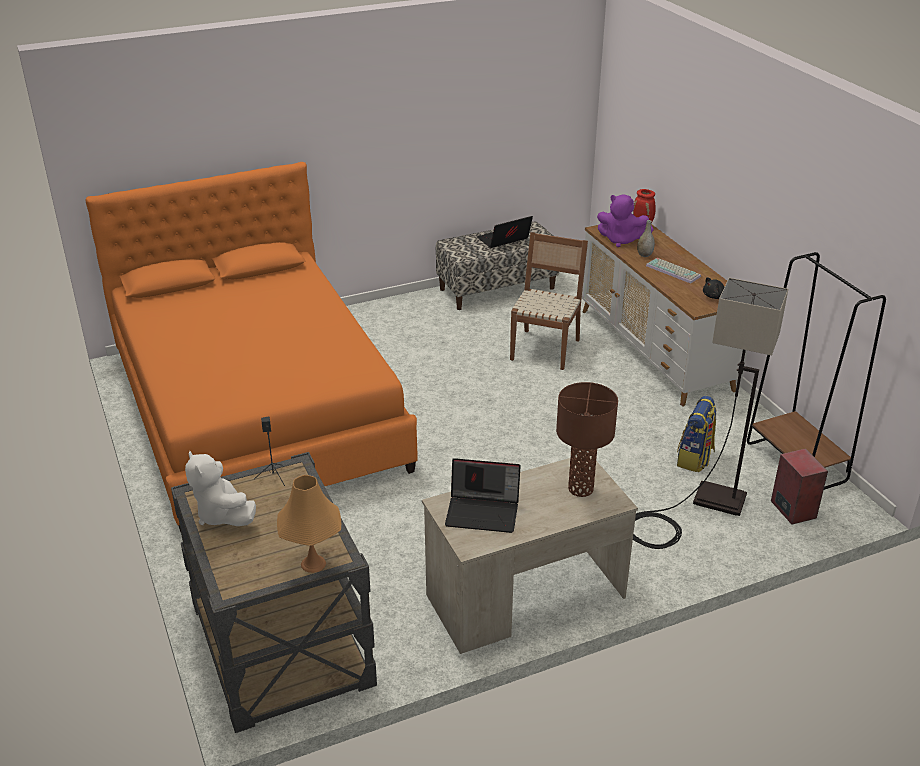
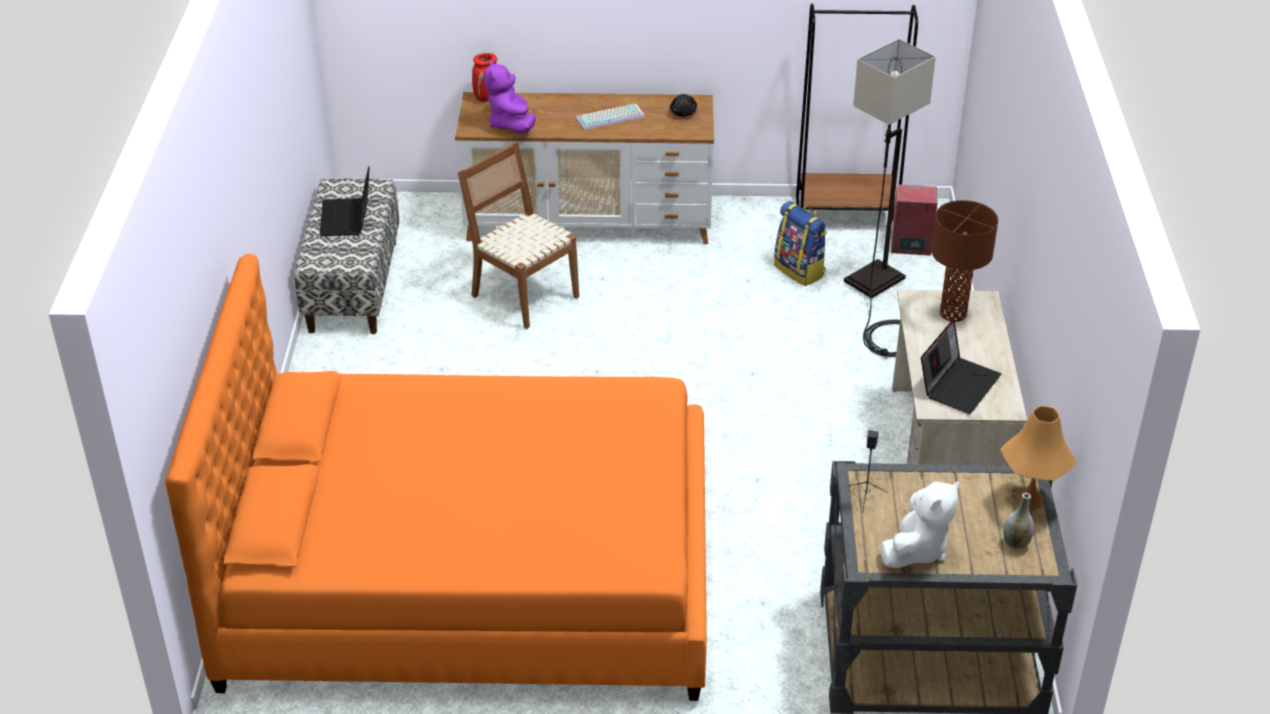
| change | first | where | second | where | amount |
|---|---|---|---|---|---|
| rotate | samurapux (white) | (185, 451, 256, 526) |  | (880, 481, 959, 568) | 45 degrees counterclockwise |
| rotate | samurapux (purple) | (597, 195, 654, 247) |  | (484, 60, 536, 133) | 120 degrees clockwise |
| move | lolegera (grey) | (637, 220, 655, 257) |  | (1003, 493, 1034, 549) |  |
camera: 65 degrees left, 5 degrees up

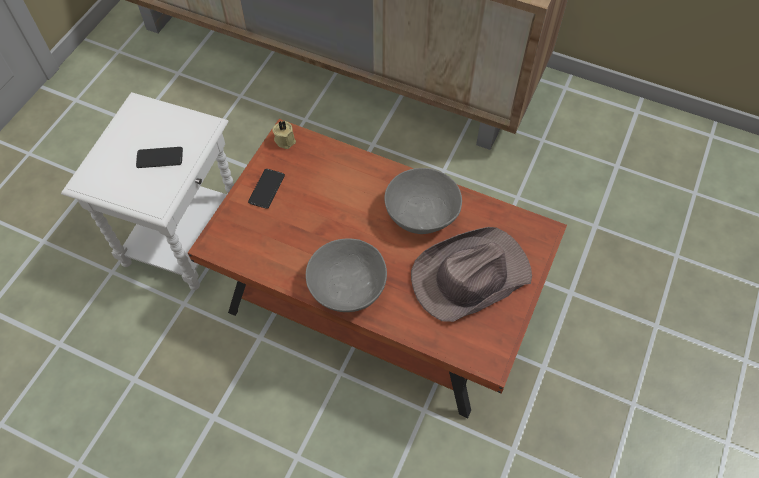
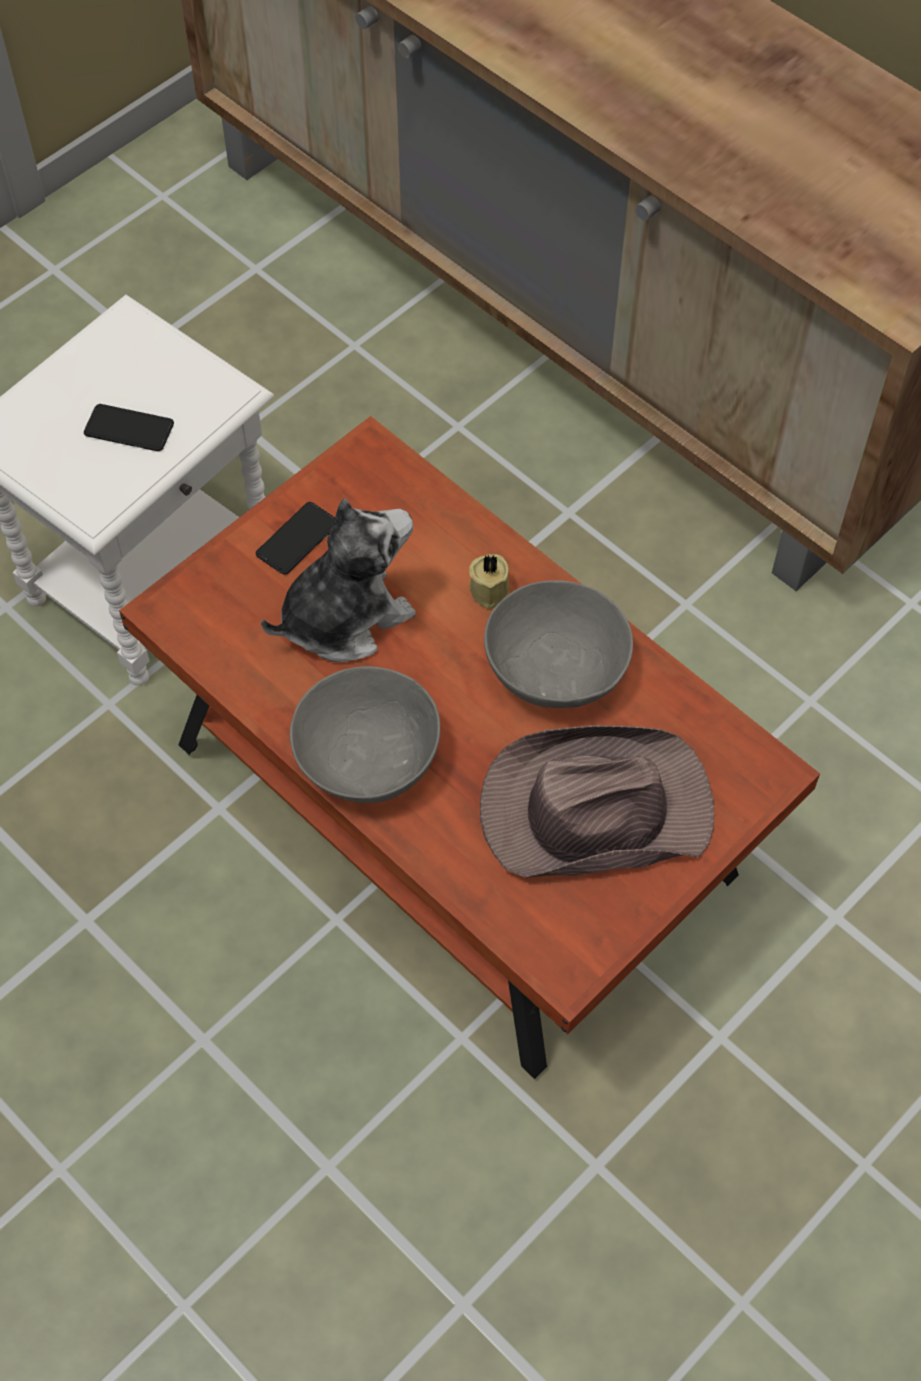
| change | first | where | second | where | amount |
|---|---|---|---|---|---|
| move | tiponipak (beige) | (272, 121, 296, 149) |  | (469, 554, 509, 609) |  |
| insert |  |  | samurapux | (261, 498, 416, 662) |  |
camera: 20 degrees right, 0 degrees up

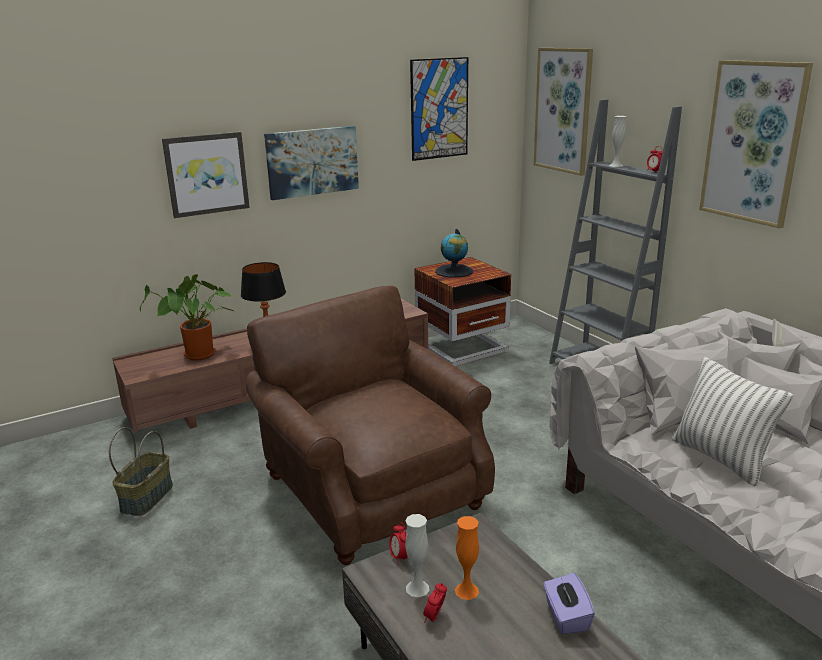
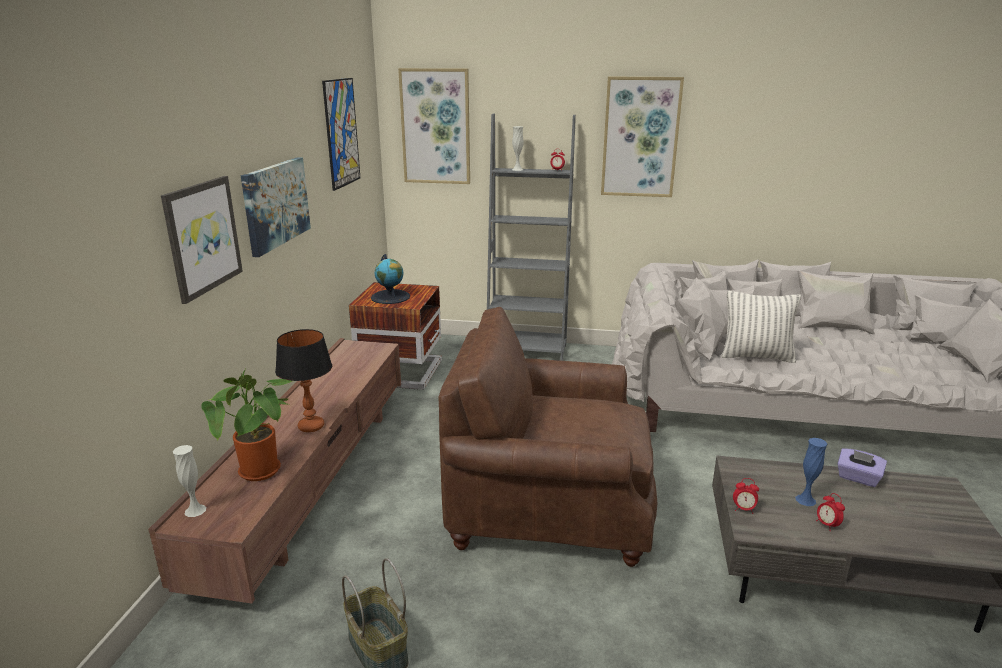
| change | first | where | second | where | amount |
|---|---|---|---|---|---|
| move | lolegera (white) | (405, 514, 429, 597) |  | (173, 445, 206, 517) |  |
| recolor | lolegera (orange) | (455, 516, 479, 600) | lolegera (blue) | (795, 438, 827, 506) |  |
camera: 50 degrees left, 0 degrees up

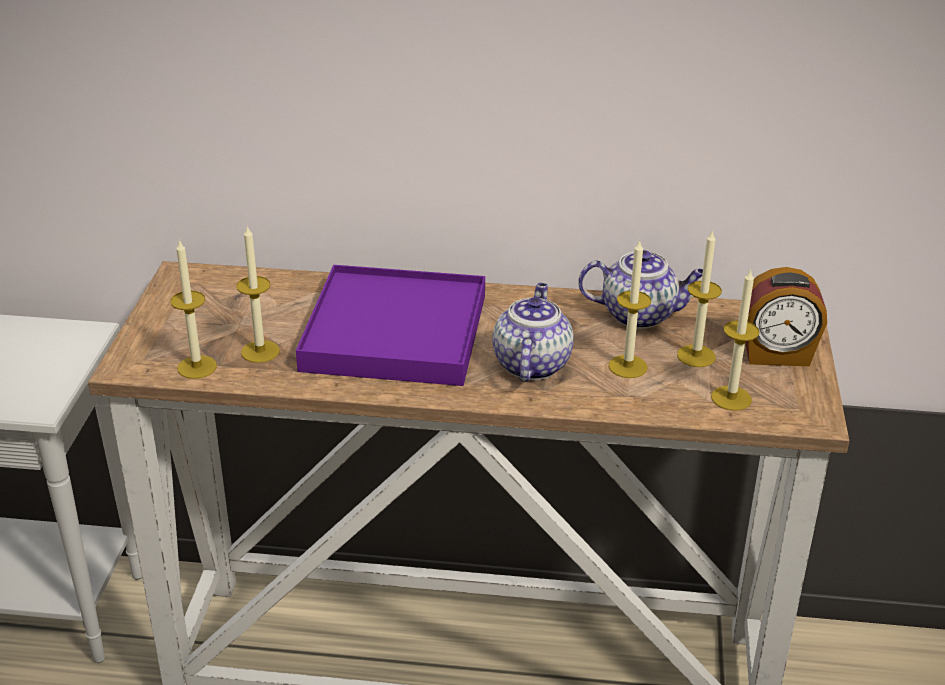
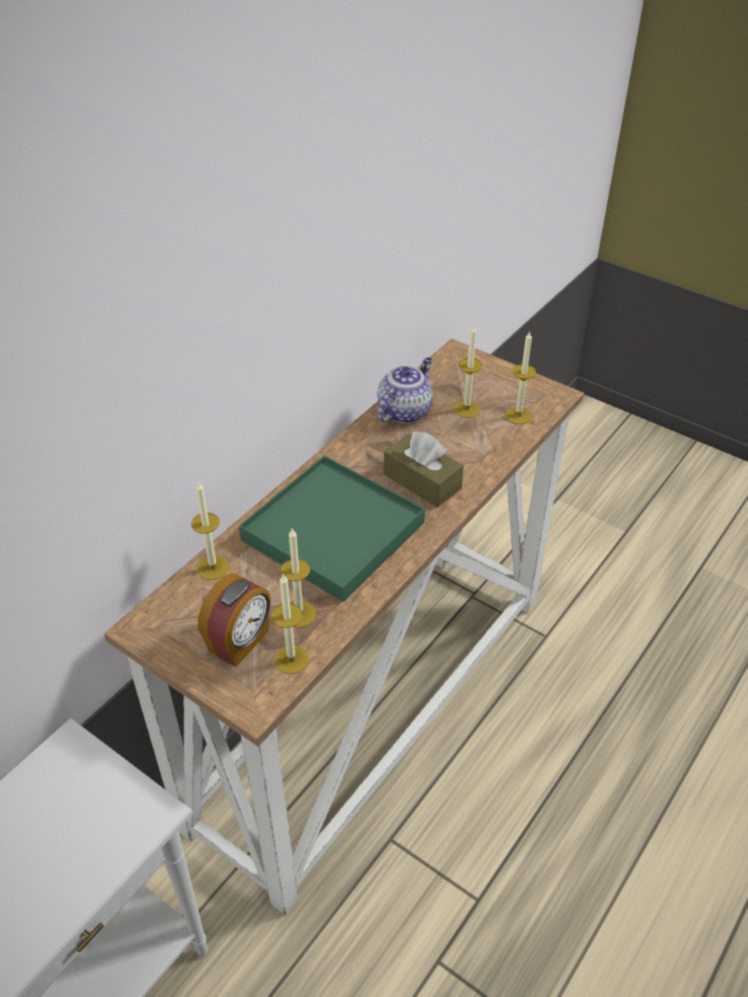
| change | first | where | second | where | amount |
|---|---|---|---|---|---|
| recolor | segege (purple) | (296, 265, 485, 386) | segege (green) | (239, 456, 425, 602) |  |
| replace | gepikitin | (492, 283, 574, 382) | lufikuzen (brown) | (384, 432, 464, 507) |  |
| move | tiponipak | (609, 239, 651, 378) |  | (191, 481, 229, 580) |  |
| move | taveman | (745, 267, 827, 366) |  | (198, 573, 271, 667) |  |
camera: 60 degrees left, 10 degrees up

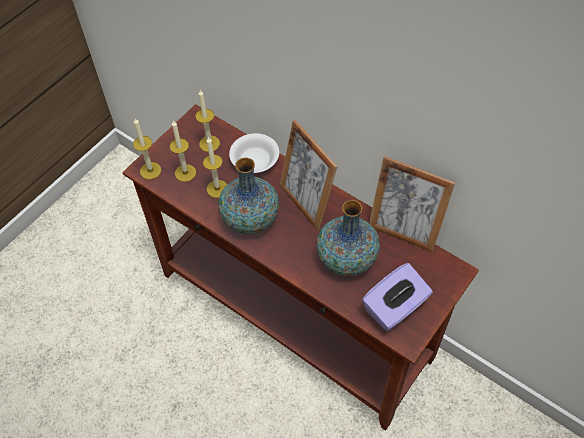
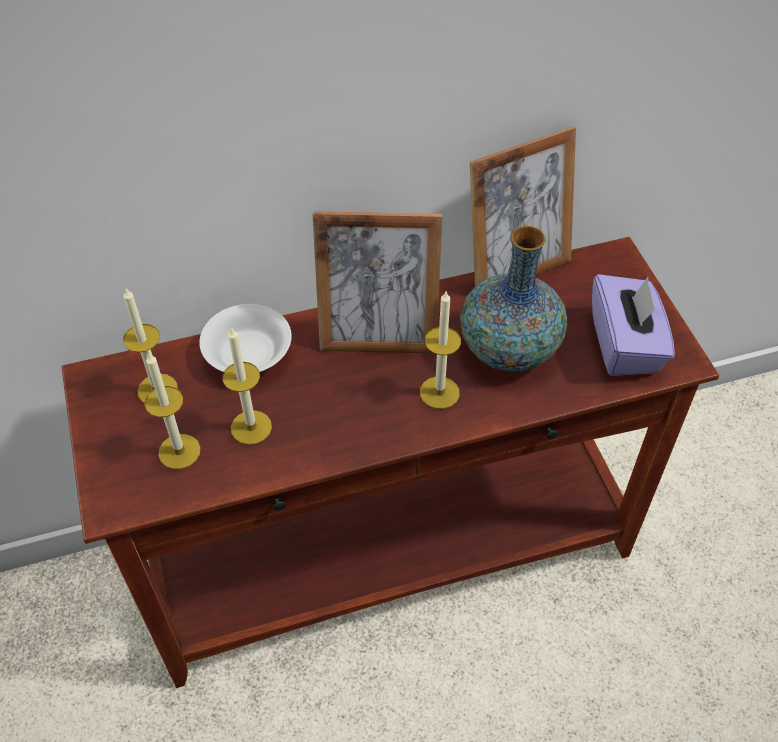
| change | first | where | second | where | amount |
|---|---|---|---|---|---|
| move | tiponipak | (133, 118, 161, 180) |  | (420, 290, 461, 409) |  |
| delete | lolegera | (218, 158, 280, 234) |  |  |  |
camera: 55 degrees left, 5 degrees down

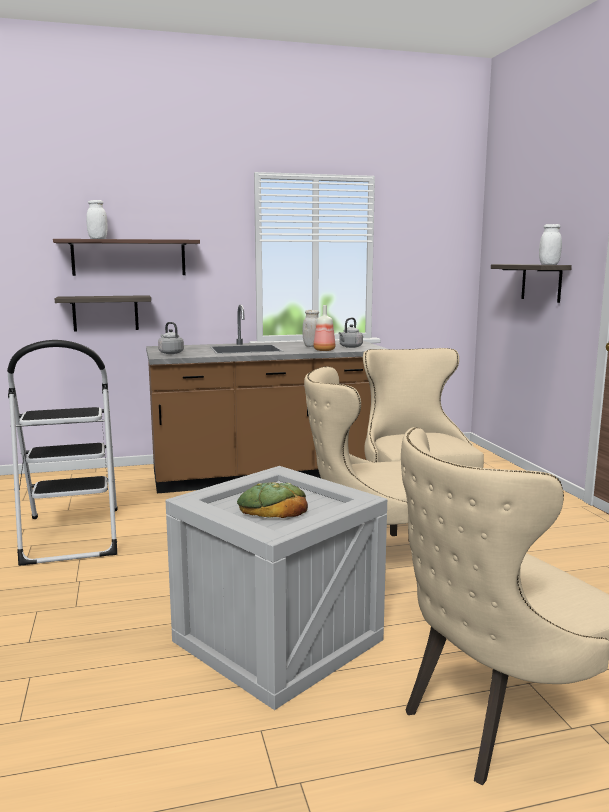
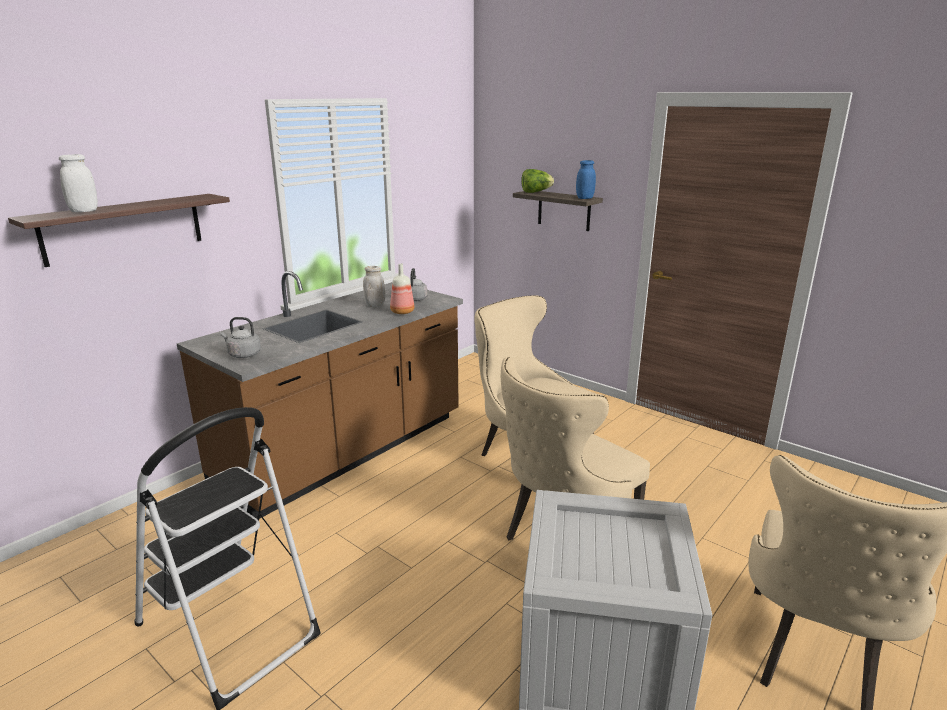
| change | first | where | second | where | amount |
|---|---|---|---|---|---|
| delete | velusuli | (55, 295, 151, 331) |  |  |  |
| delete | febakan | (237, 482, 308, 518) |  |  |  |
| recolor | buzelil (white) | (539, 224, 562, 265) | buzelil (blue) | (576, 160, 596, 199) |  |
| insert |  |  | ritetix | (521, 169, 554, 193) |  |
camera: 35 degrees left, 10 degrees up

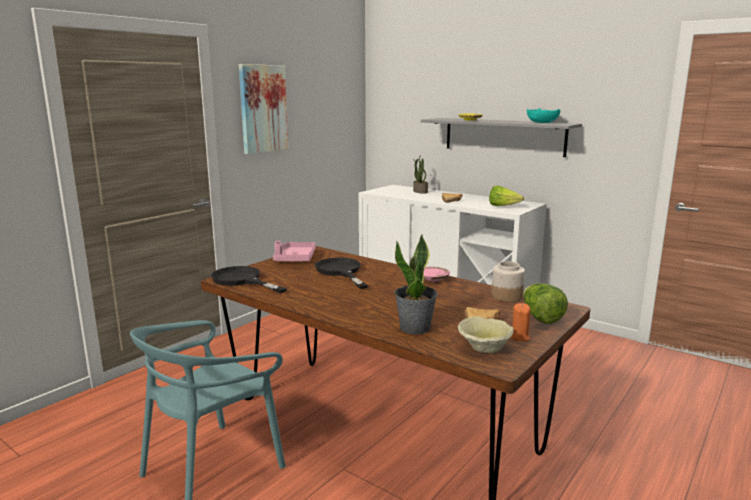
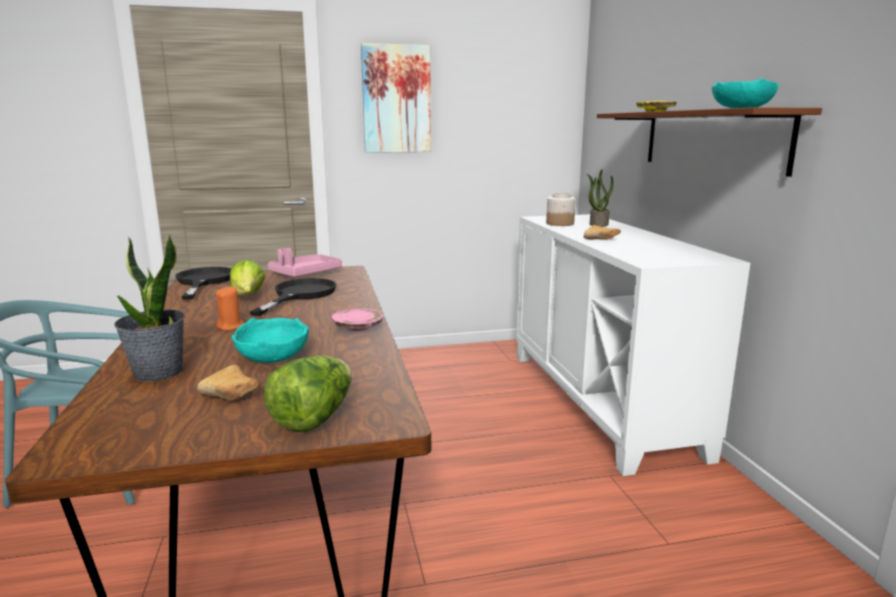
| change | first | where | second | where | amount |
|---|---|---|---|---|---|
| recolor | velusuli (grey) | (421, 118, 582, 157) | velusuli (brown) | (597, 107, 822, 177) |  |
| delete | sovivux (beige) | (458, 317, 514, 353) |  |  |  |
| move | ritetix | (489, 185, 524, 206) |  | (230, 260, 265, 296) |  |
| move | buzelil | (491, 261, 525, 302) |  | (546, 193, 576, 226) |  |
| move | tiponipak (orange) | (510, 303, 530, 341) |  | (216, 286, 244, 330) |  |
| insert |  |  | sovivux (turquoise) | (232, 318, 309, 363) |  |
camera: 40 degrees right, 0 degrees up

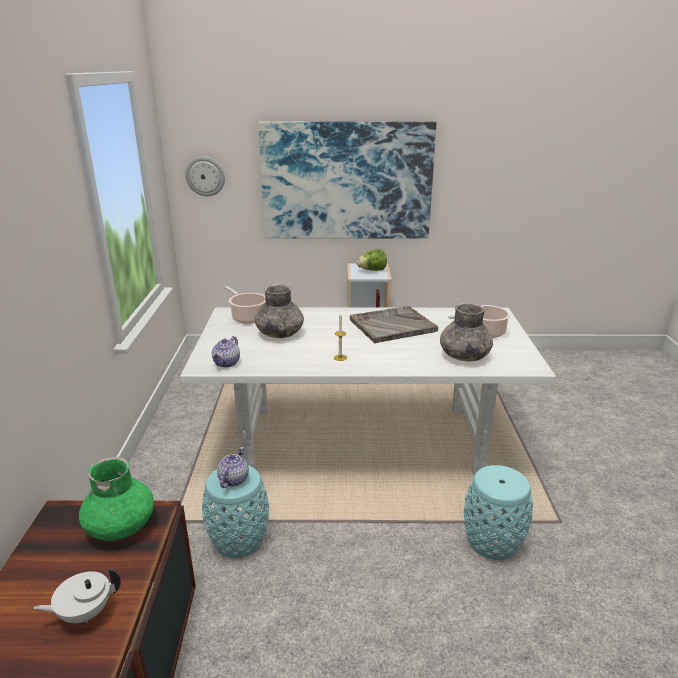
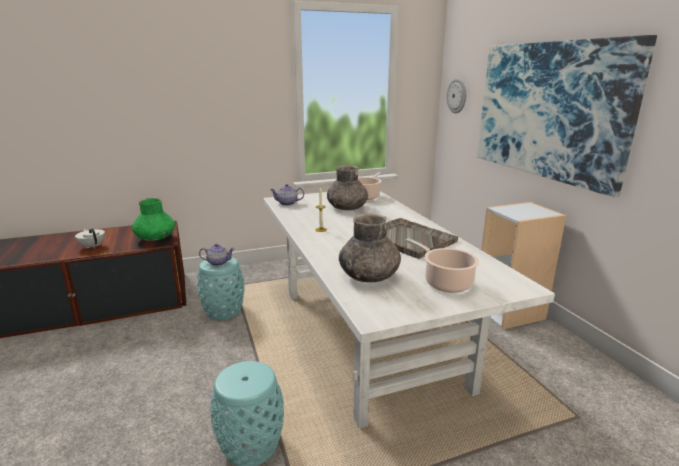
| change | first | where | second | where | amount |
|---|---|---|---|---|---|
| delete | ritetix | (356, 249, 387, 271) |  |  |  |
camera: 70 degrees right, 5 degrees down

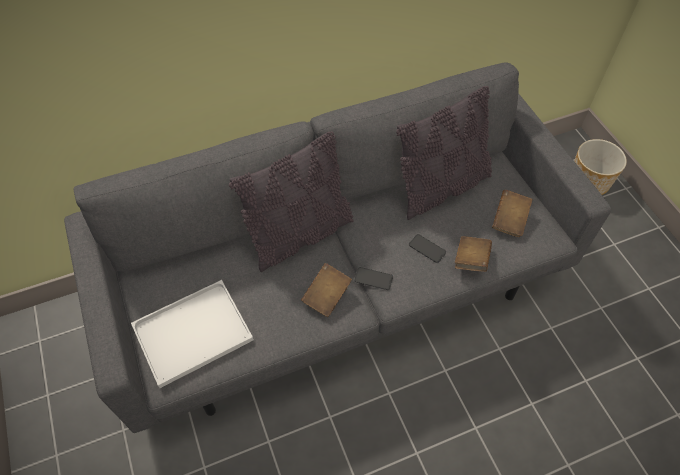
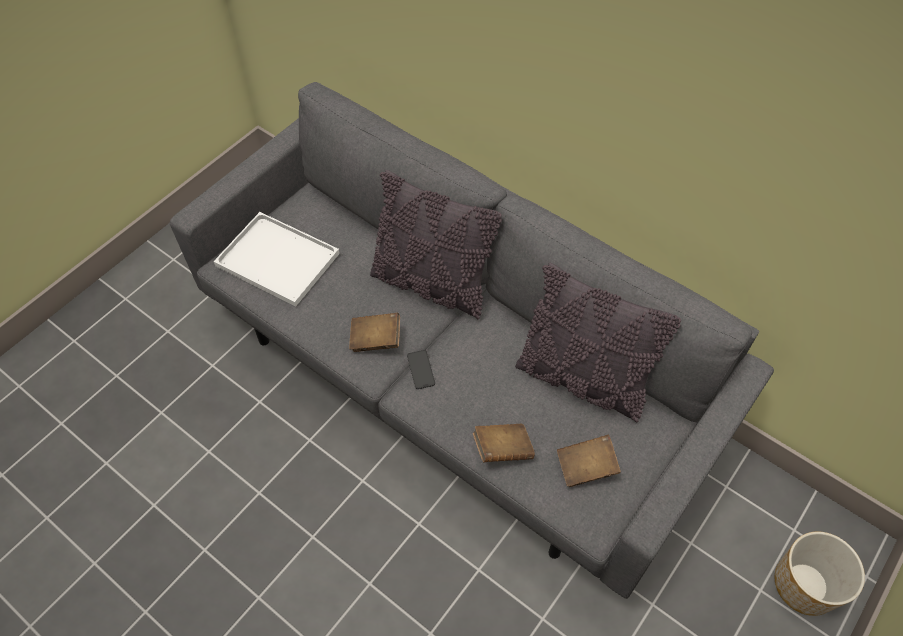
| change | first | where | second | where | amount |
|---|---|---|---|---|---|
| delete | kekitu | (409, 234, 446, 263) |  |  |  |
camera: 60 degrees right, 0 degrees up

